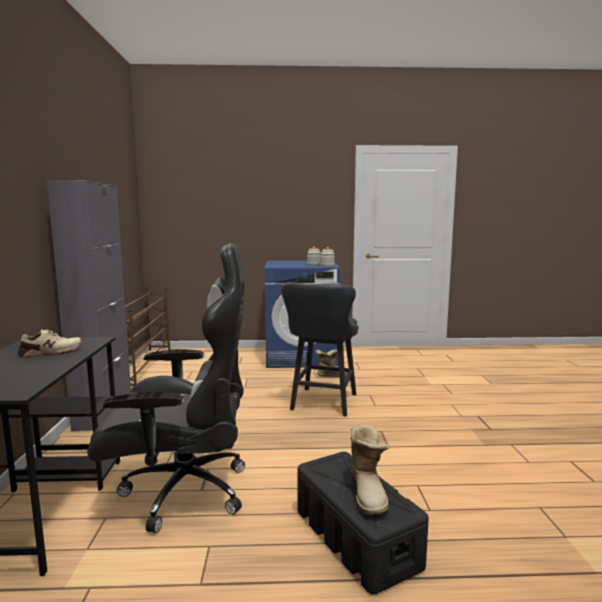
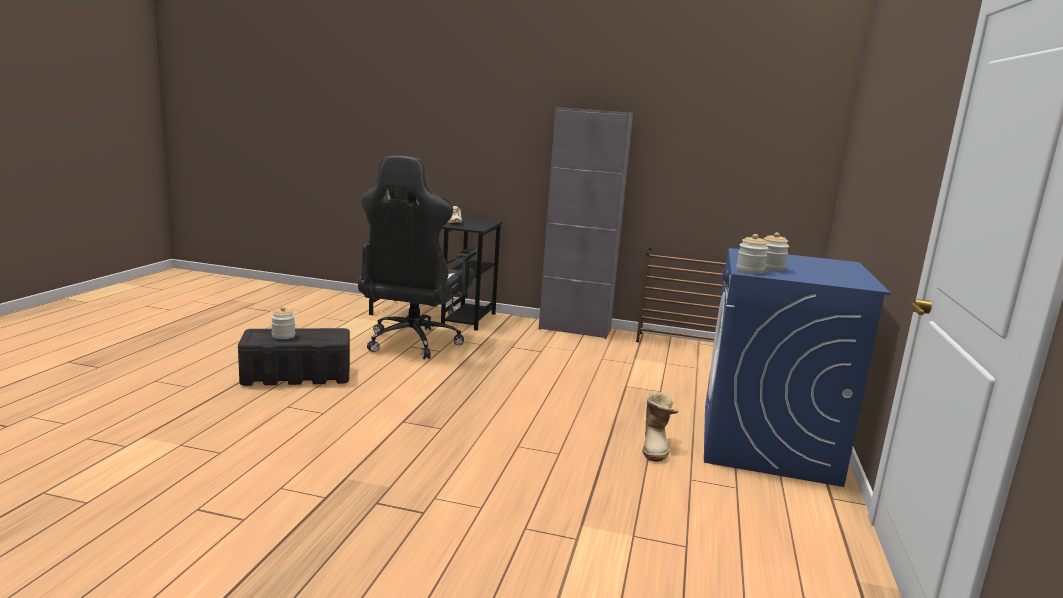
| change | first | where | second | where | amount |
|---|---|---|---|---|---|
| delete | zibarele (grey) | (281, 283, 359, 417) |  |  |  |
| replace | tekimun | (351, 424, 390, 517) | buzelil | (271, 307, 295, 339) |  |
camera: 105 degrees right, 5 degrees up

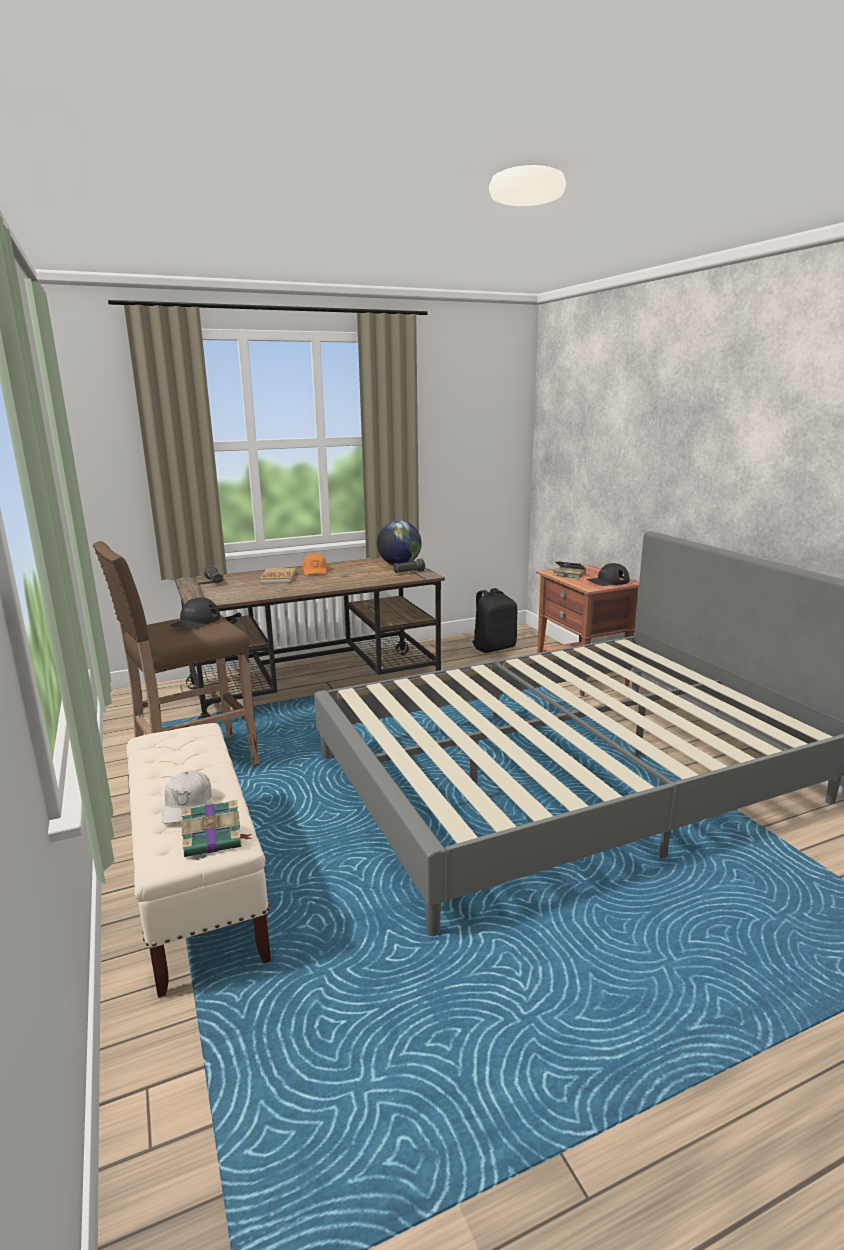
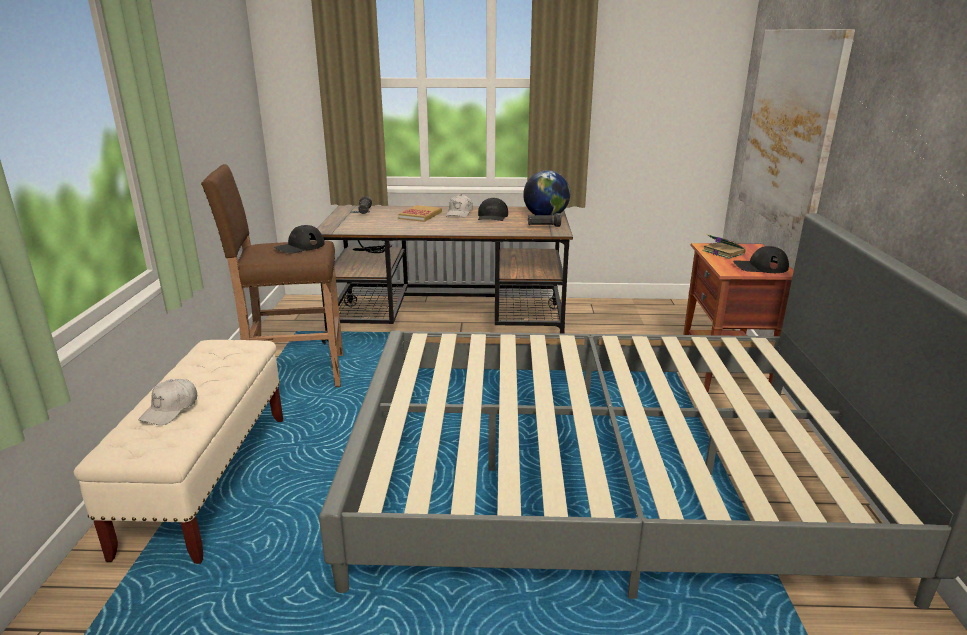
| change | first | where | second | where | amount |
|---|---|---|---|---|---|
| delete | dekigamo | (181, 800, 252, 857) |  |  |  |
| recolor | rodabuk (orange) | (302, 553, 327, 576) | rodabuk (white) | (446, 195, 473, 218) |  |
| delete | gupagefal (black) | (473, 588, 517, 653) |  |  |  |
| insert |  |  | rodabuk (black) | (478, 198, 508, 221) |  |
| insert |  |  | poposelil | (739, 29, 855, 242) |  |
camera: 25 degrees right, 5 degrees up

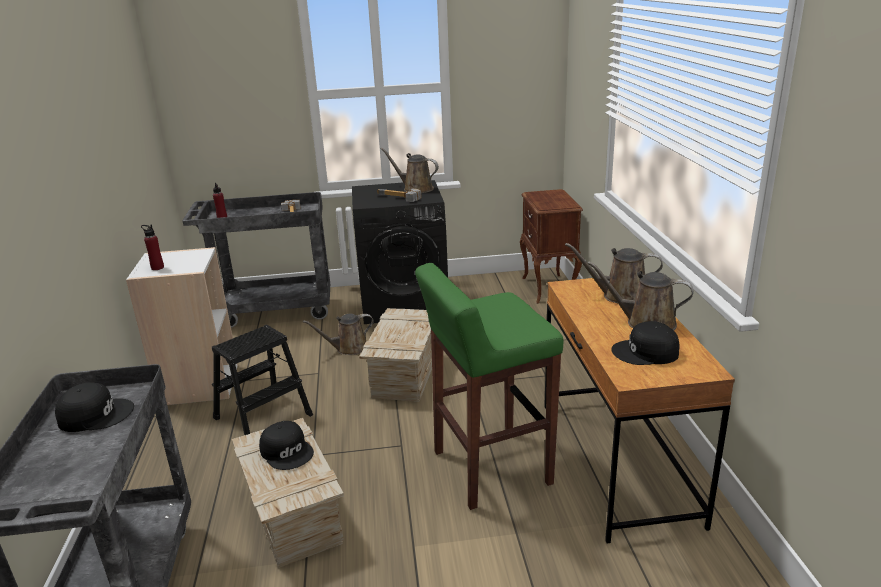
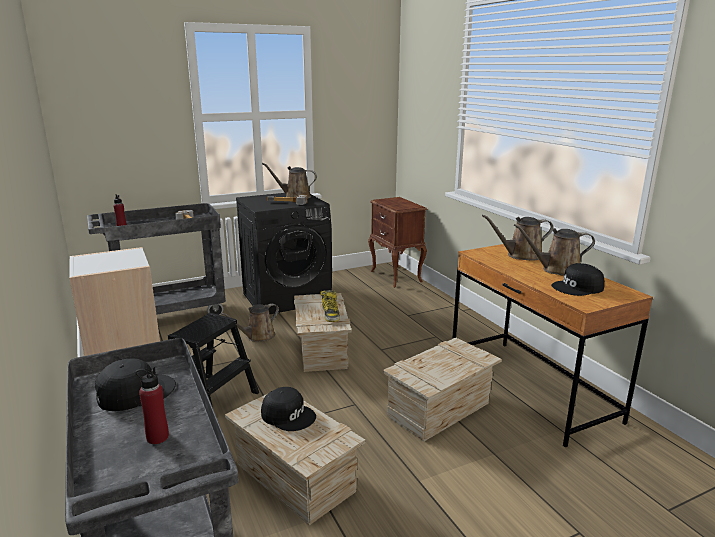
| change | first | where | second | where | amount |
|---|---|---|---|---|---|
| move | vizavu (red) | (141, 225, 164, 270) |  | (135, 367, 169, 444) |  |
| replace | zibarele (green) | (415, 263, 563, 510) | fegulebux | (383, 338, 502, 441) |  |
| insert |  |  | tekimun | (320, 290, 340, 322) |  |
camera: 20 degrees left, 5 degrees down

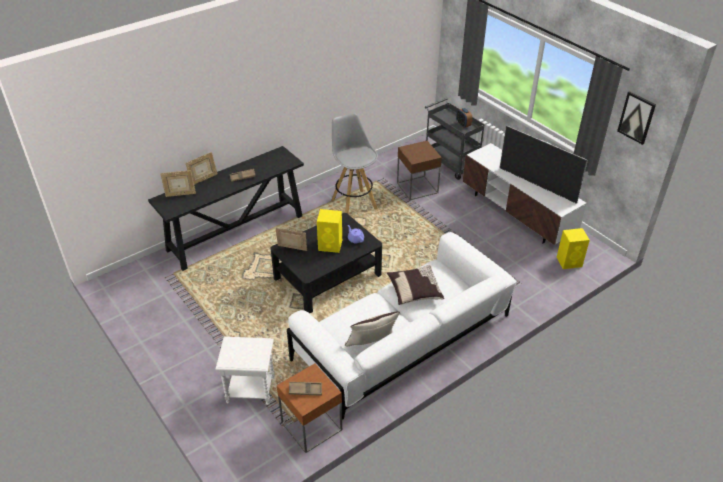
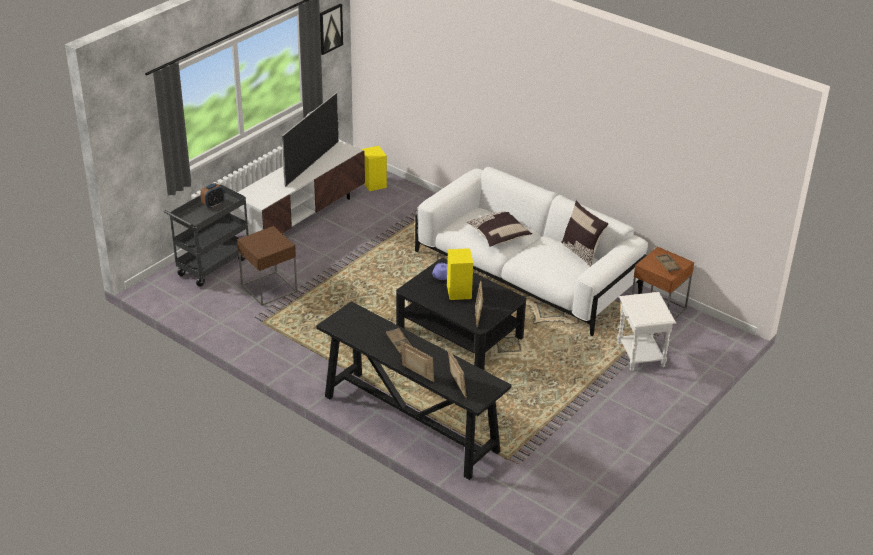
| change | first | where | second | where | amount |
|---|---|---|---|---|---|
| delete | zibarele (grey) | (331, 113, 378, 214) |  |  |  |
camera: 105 degrees left, 5 degrees down

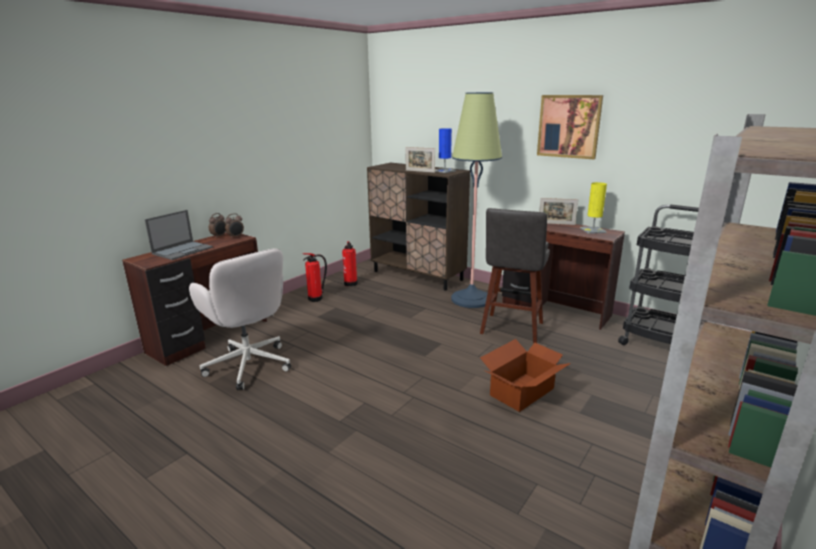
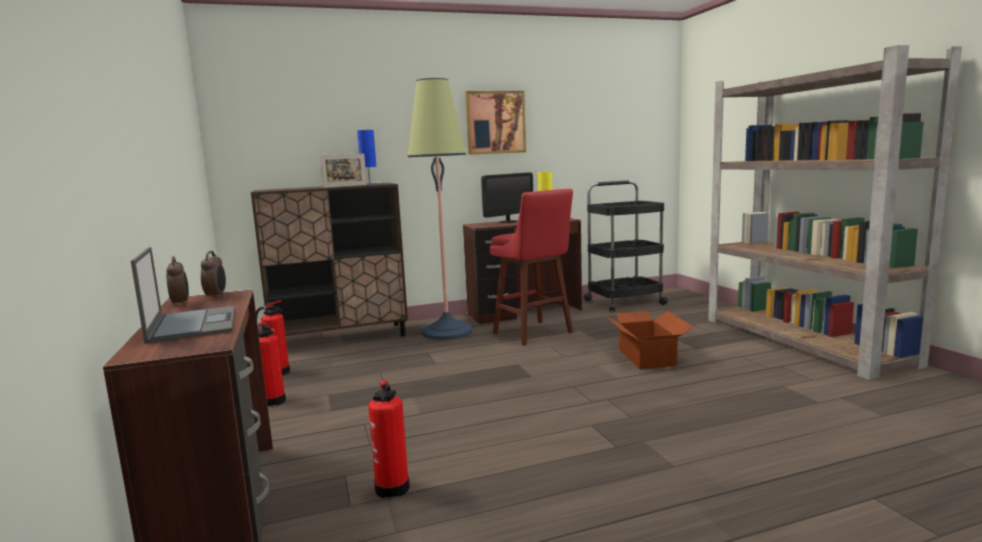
| change | first | where | second | where | amount |
|---|---|---|---|---|---|
| replace | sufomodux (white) | (189, 249, 291, 390) | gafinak | (368, 380, 410, 498) |  |
| recolor | zibarele (grey) | (480, 208, 550, 343) | zibarele (red) | (490, 189, 573, 346) |  |
| replace | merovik | (539, 198, 578, 225) | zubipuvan | (481, 172, 533, 223) |  |
camera: 55 degrees left, 10 degrees down

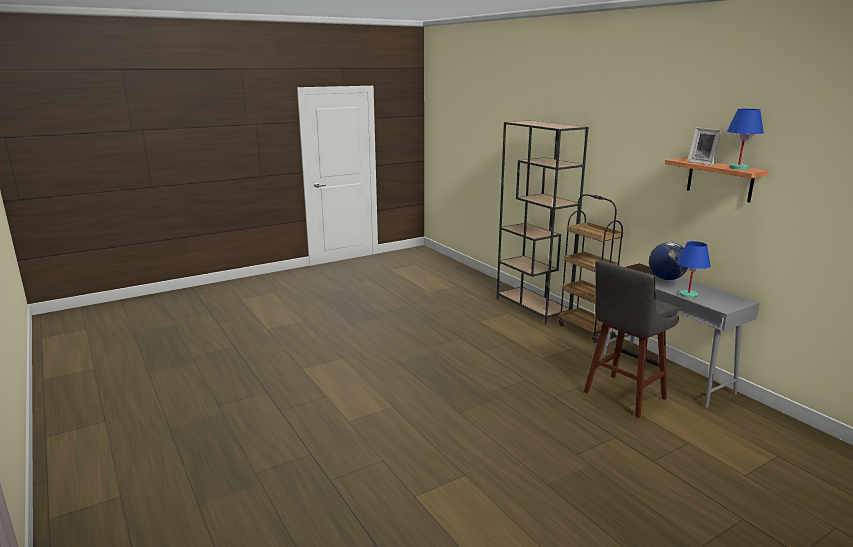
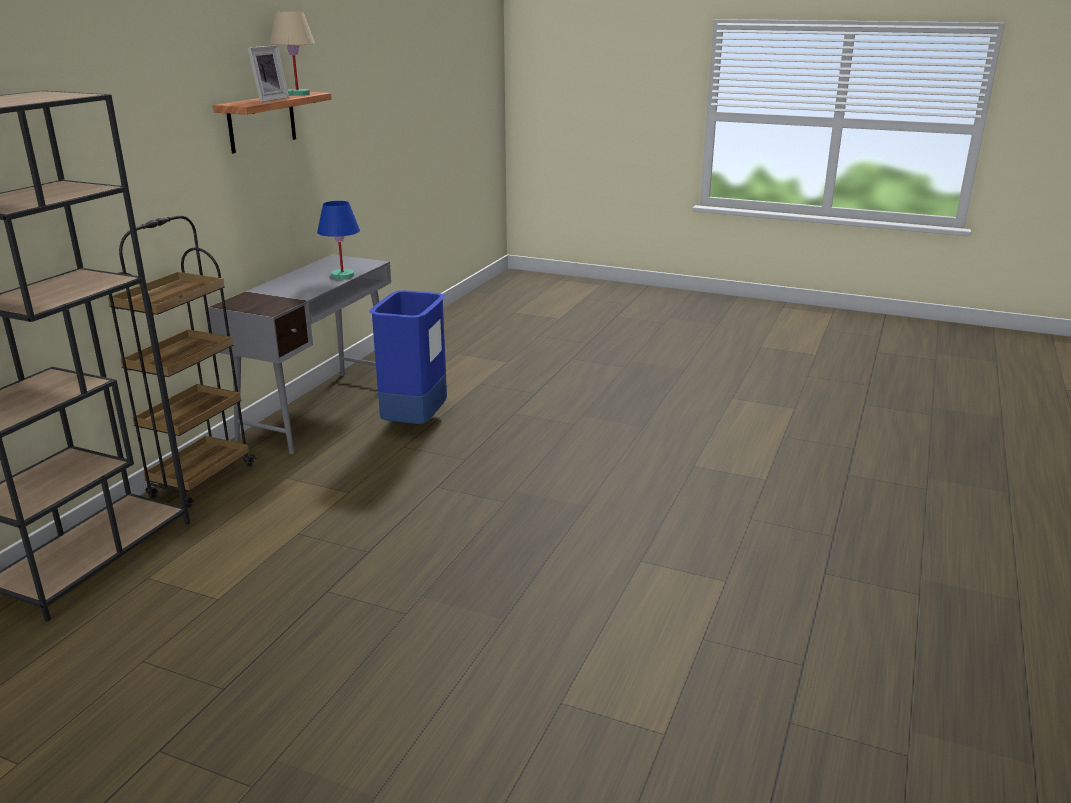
| change | first | where | second | where | amount |
|---|---|---|---|---|---|
| replace | zibarele (grey) | (584, 260, 679, 418) | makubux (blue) | (369, 290, 447, 424) |  |
| delete | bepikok | (649, 242, 688, 280) |  |  |  |
| recolor | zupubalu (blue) | (727, 109, 764, 170) | zupubalu (beige) | (270, 11, 315, 96) |  |
camera: 125 degrees left, 5 degrees up

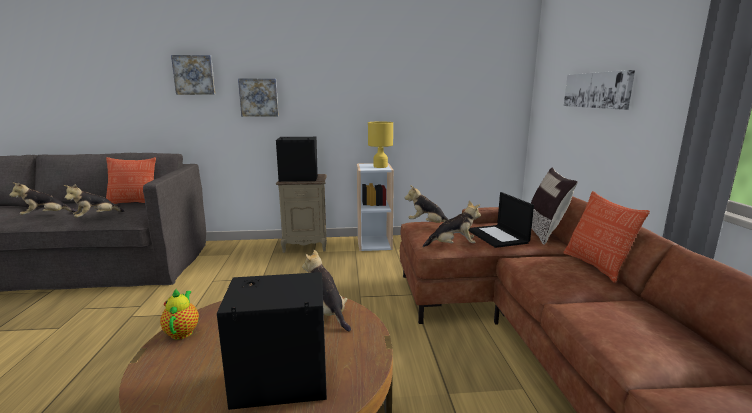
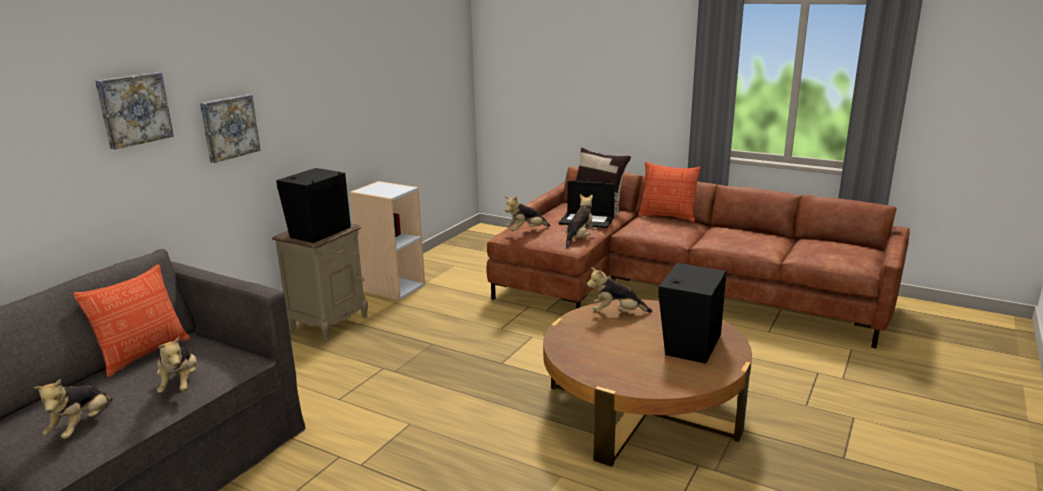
| change | first | where | second | where | amount |
|---|---|---|---|---|---|
| delete | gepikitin | (160, 289, 199, 340) |  |  |  |
| delete | zupubalu (yellow) | (368, 121, 393, 168) |  |  |  |
| delete | poposelil | (564, 70, 635, 110) |  |  |  |
camera: 55 degrees left, 5 degrees up

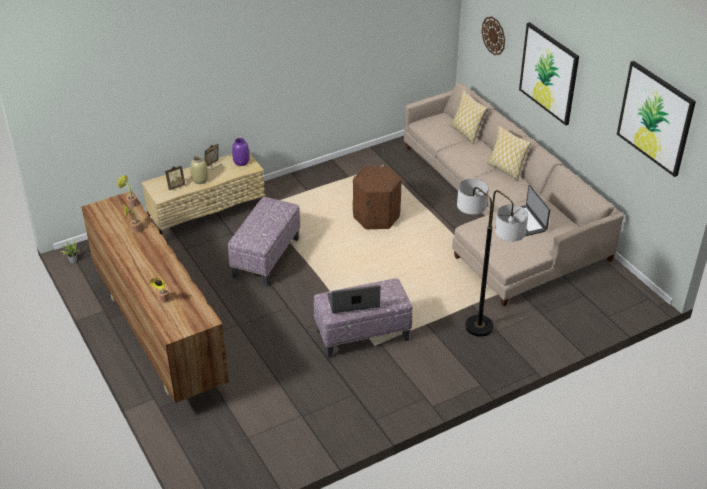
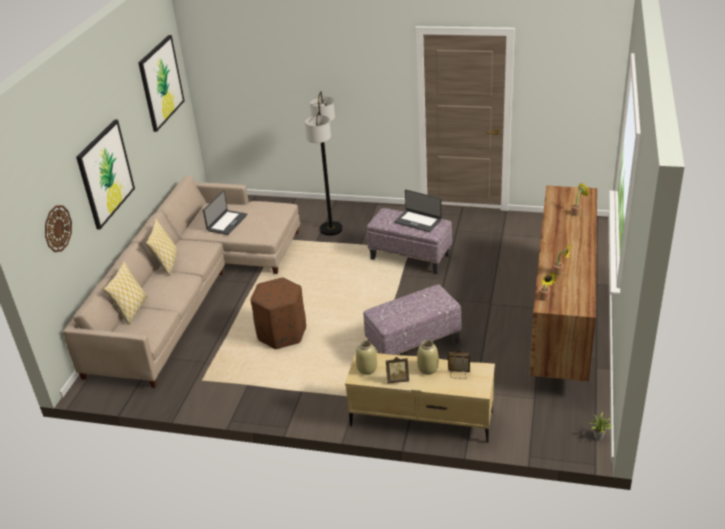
| change | first | where | second | where | amount |
|---|---|---|---|---|---|
| recolor | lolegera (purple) | (232, 138, 250, 166) | lolegera (beige) | (356, 340, 377, 375) |  |
camera: 135 degrees left, 5 degrees down

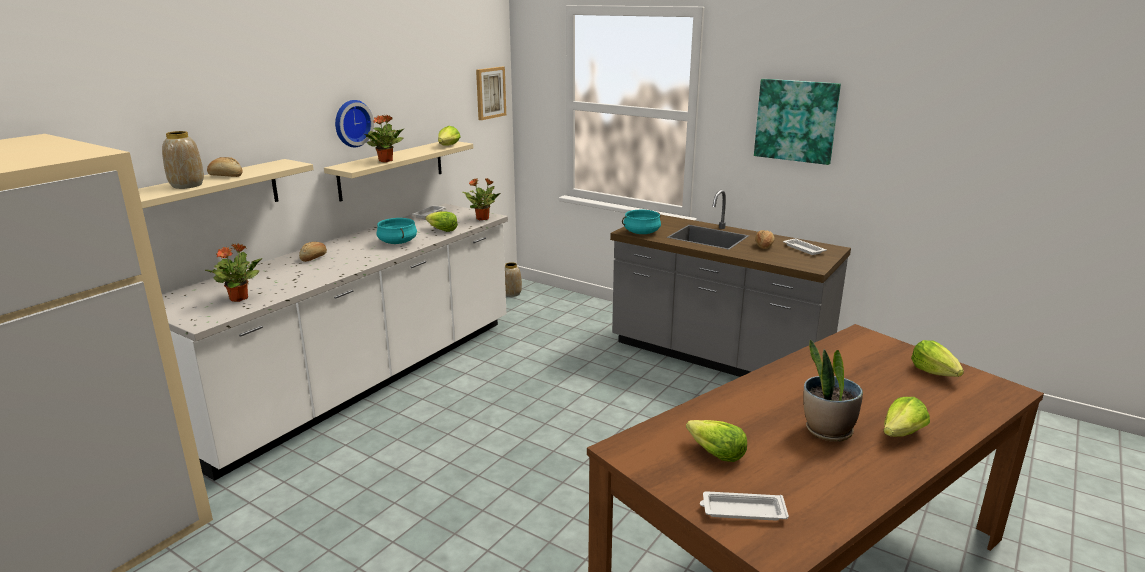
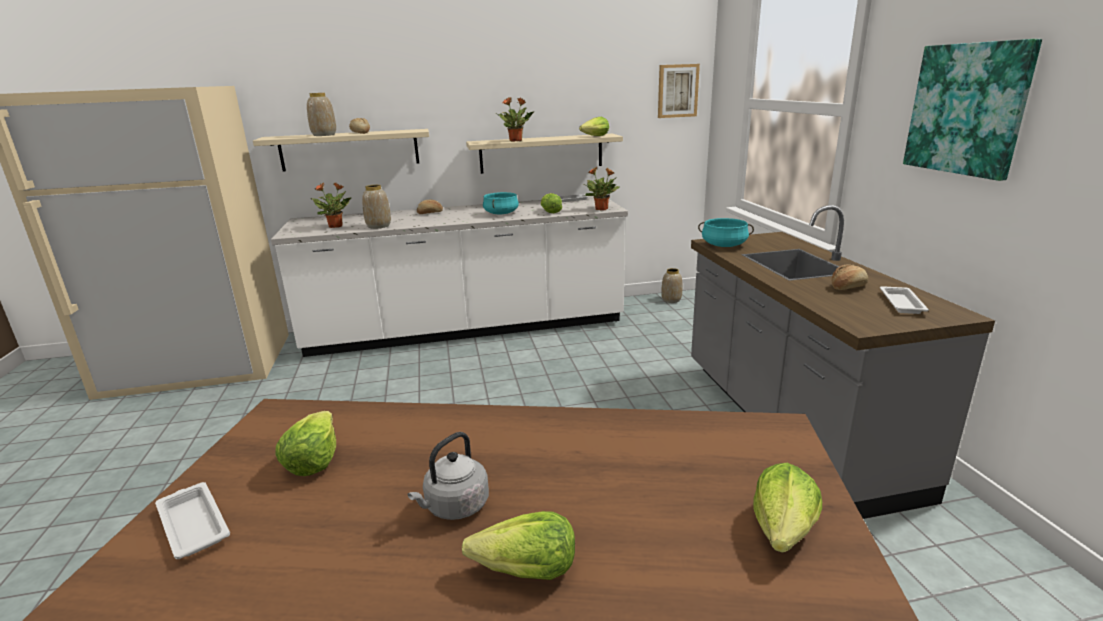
| change | first | where | second | where | amount |
|---|---|---|---|---|---|
| delete | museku | (335, 100, 374, 147) |  |  |  |
| replace | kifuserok | (803, 339, 863, 442) | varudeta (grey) | (408, 432, 489, 520) |  |
| insert |  |  | lolegera | (362, 185, 391, 229) |  |
camera: 45 degrees right, 0 degrees up

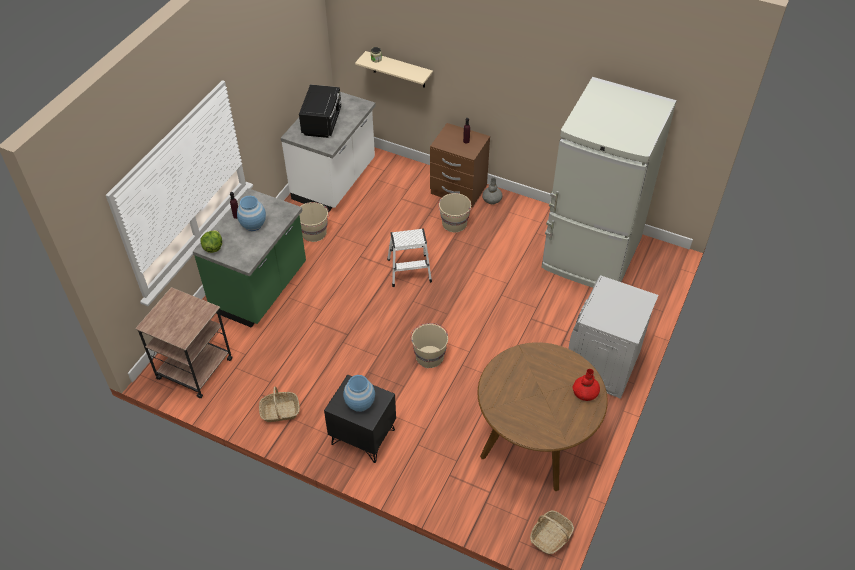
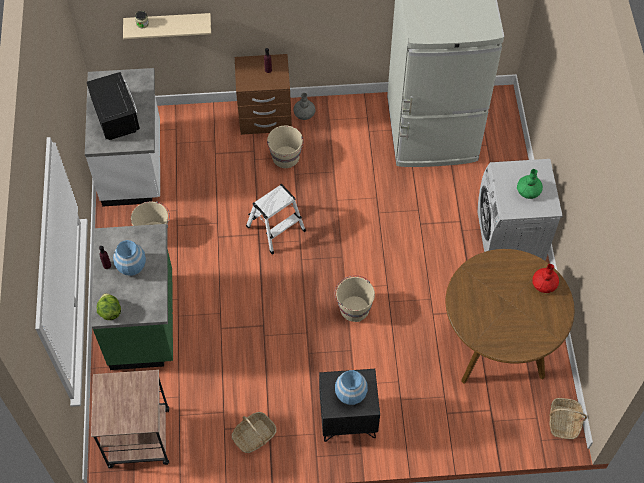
| change | first | where | second | where | amount |
|---|---|---|---|---|---|
| insert |  |  | lolegera (green) | (517, 169, 543, 199) |  |
camera: 30 degrees left, 10 degrees up

